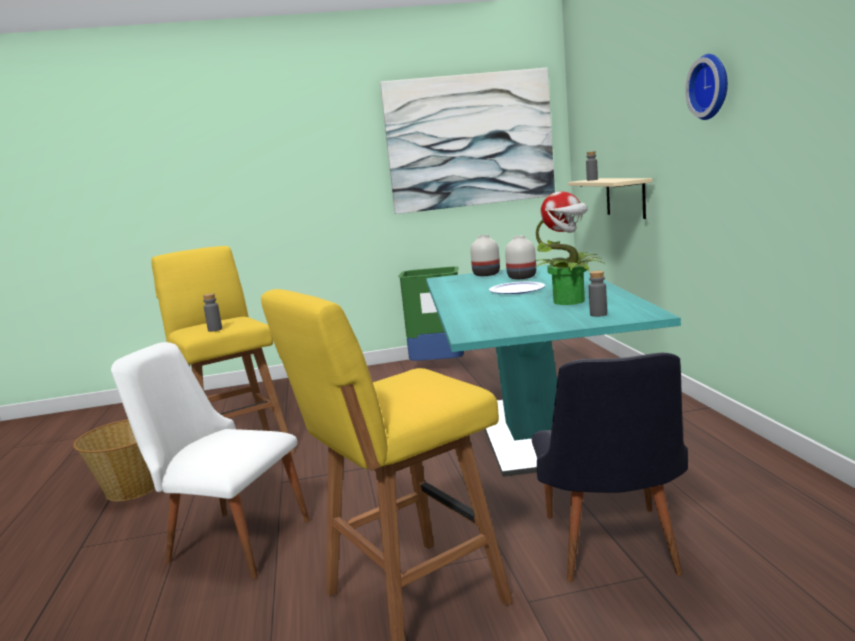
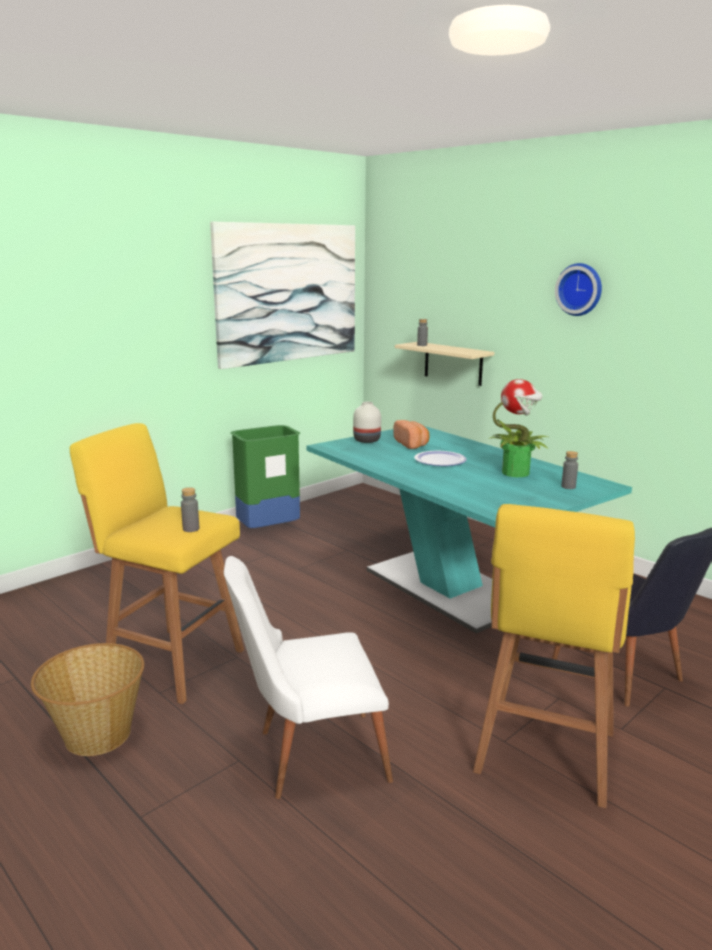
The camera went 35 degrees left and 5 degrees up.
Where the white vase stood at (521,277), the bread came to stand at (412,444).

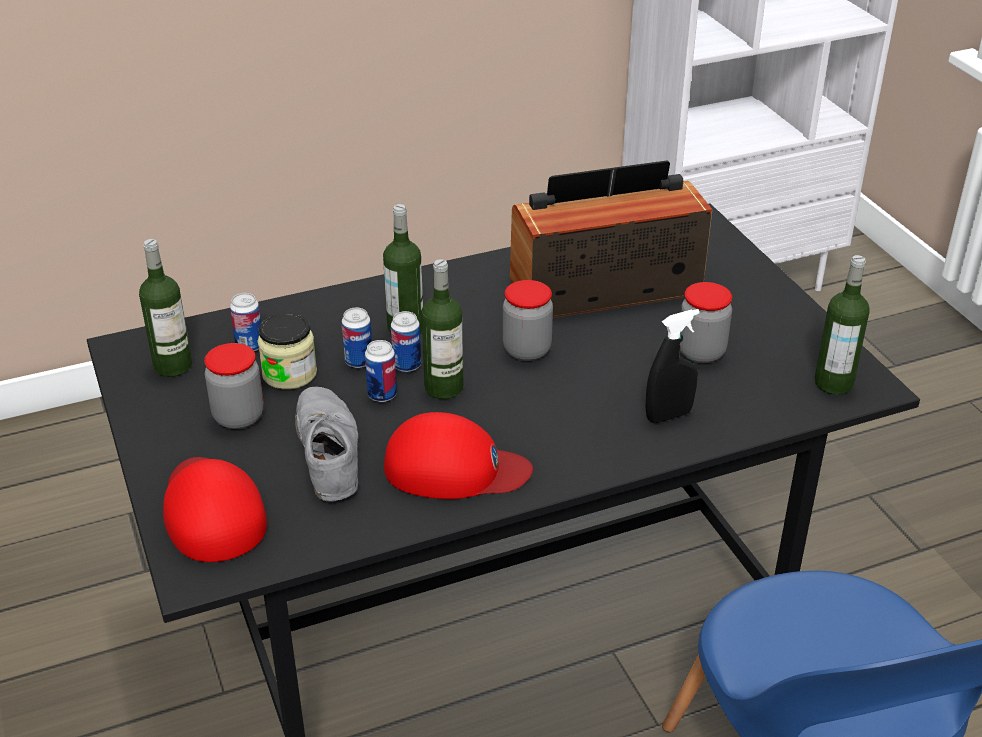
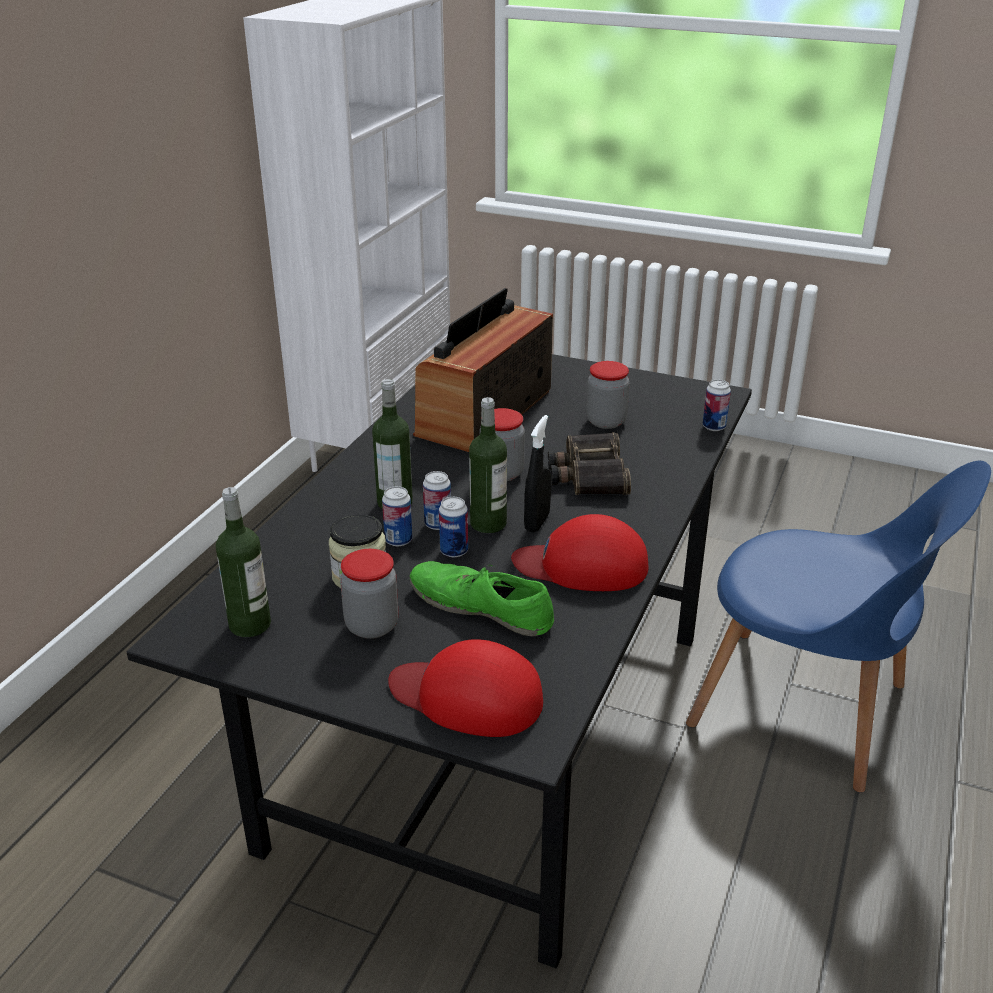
The camera went 45 degrees left and 5 degrees down.
The second view lost the drink bottle at (833,383).
The second view gained the pair of binoculars at (588,474).
The can ended up elsewhere, having gone from (249,346) to (714,427).
The black-coloured sprayer ended up elsewhere, having gone from (668,415) to (537,522).
What was the greyish low shoe at (328,452) turned into the green low shoe at (481,607).
The reddish cap at (454,469) ended up facing another way, 135 degrees counterclockwise from before.

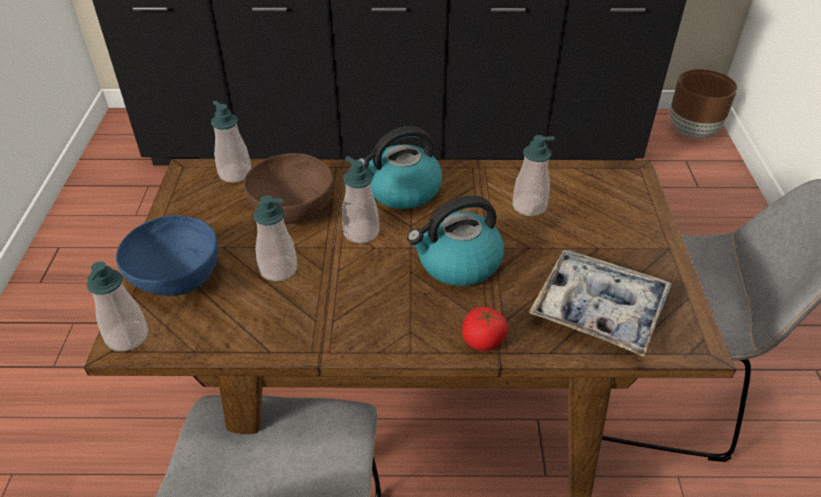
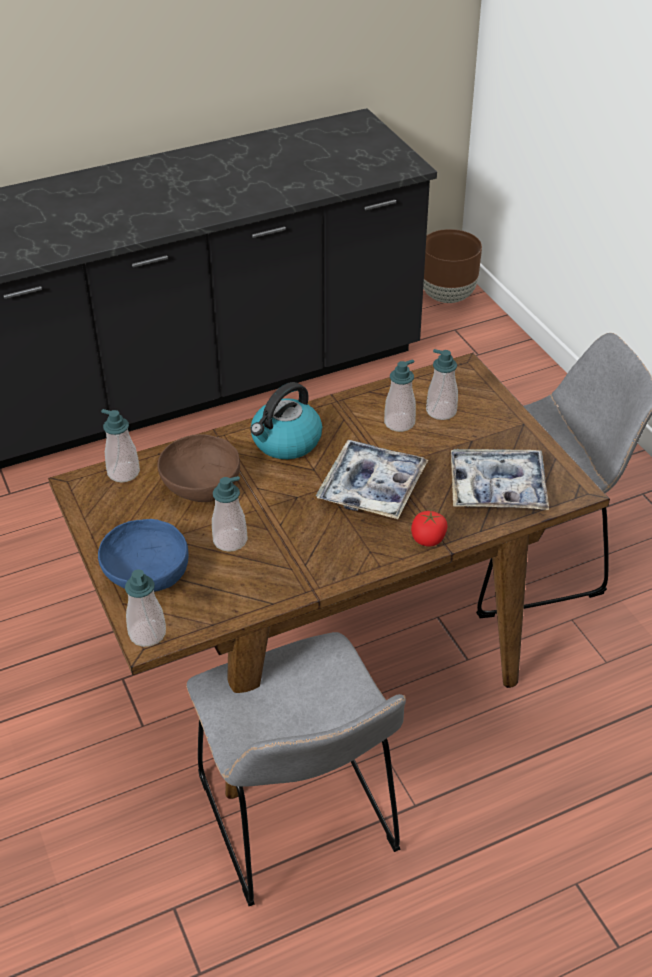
The camera went 25 degrees left and 0 degrees up.
The liquid soap bottle ended up elsewhere, having gone from (361,232) to (441,411).
Where the kettle stood at (457,263), the carrying tray came to stand at (372,487).

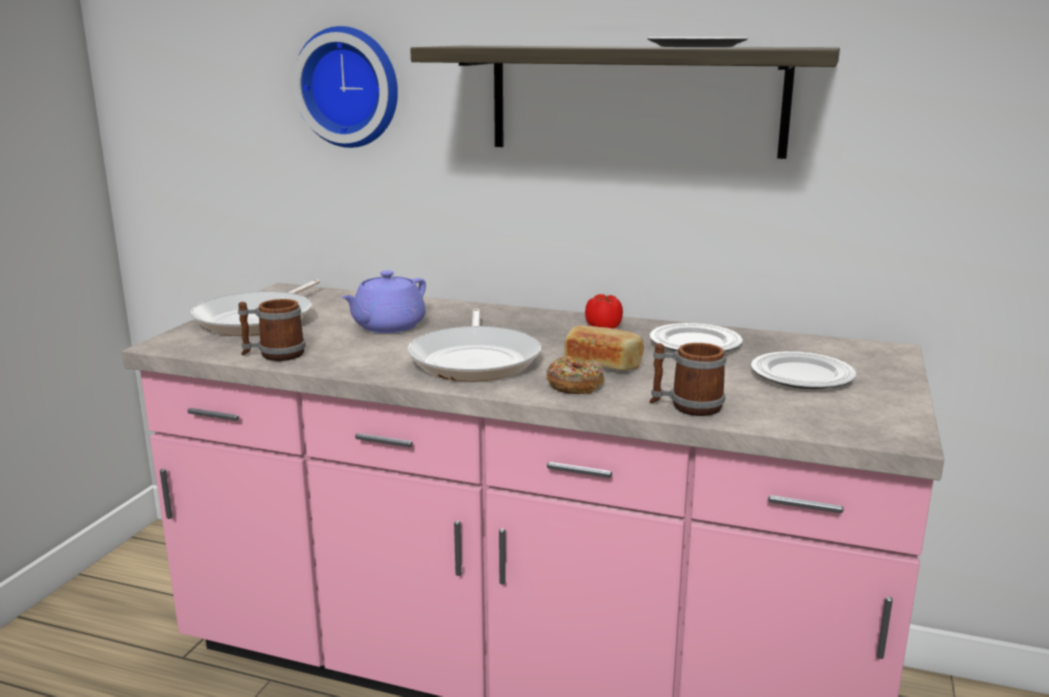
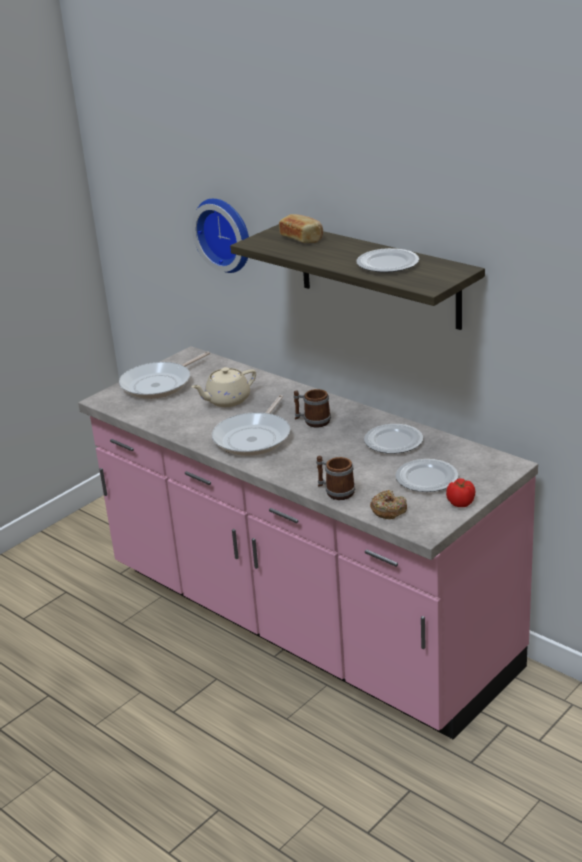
The camera went 25 degrees right and 10 degrees up.
The coffee mug ended up elsewhere, having gone from (273,354) to (312,421).
The doughnut ended up elsewhere, having gone from (574,385) to (388,510).
The bread ended up elsewhere, having gone from (603,364) to (302,238).
The tomato ended up elsewhere, having gone from (604,326) to (461,502).
What was the purple tea pot at (387,327) turned into the beige tea pot at (227,400).

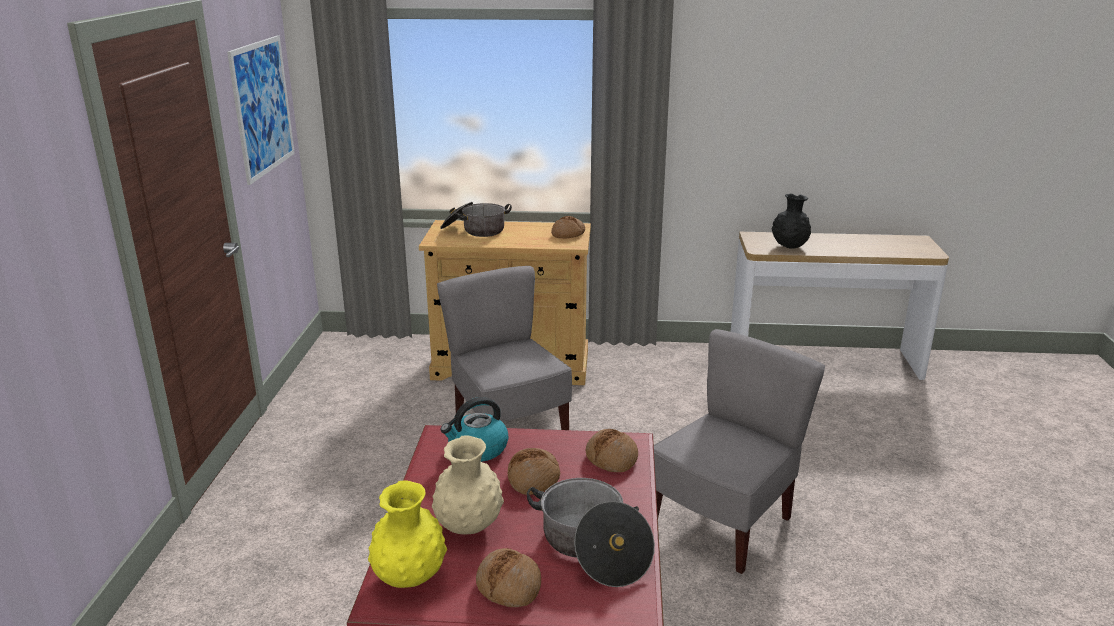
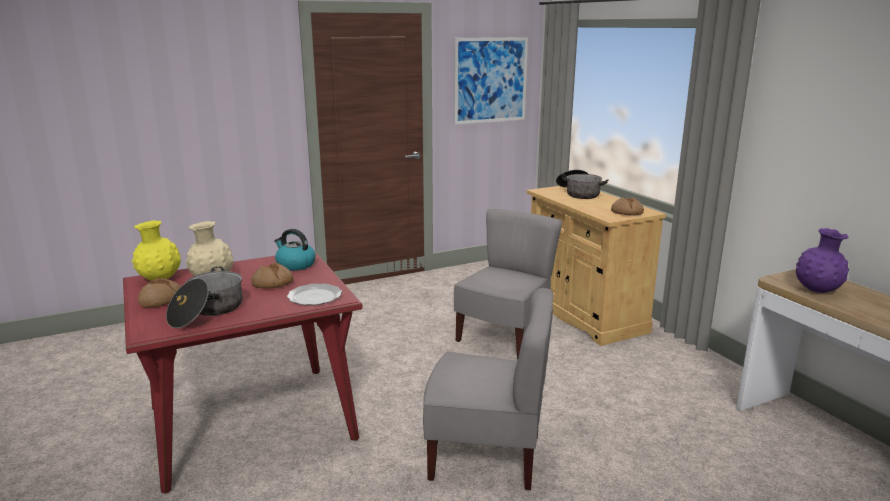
The camera went 60 degrees right and 5 degrees down.
Where the bread stood at (612,458), the flat dish came to stand at (315,297).
What was the black-coloured vase at (789,247) turned into the purple vase at (817,290).

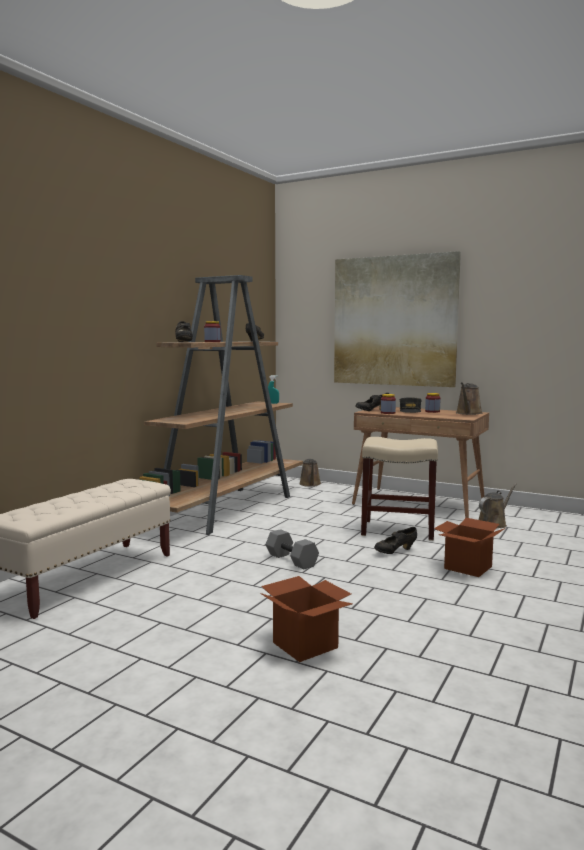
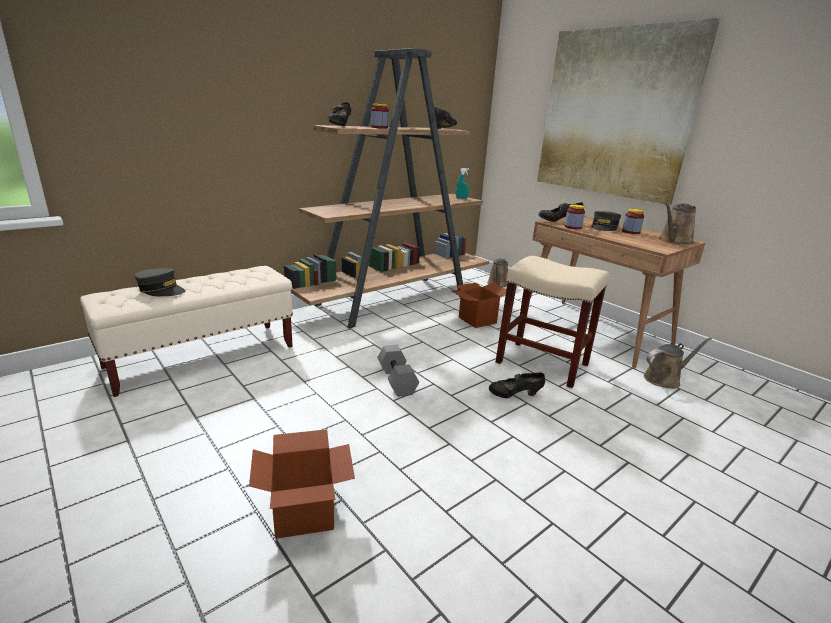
The camera went 20 degrees right and 15 degrees up.
The second view gained the greyish cap at (161,290).
The packing box ended up elsewhere, having gone from (468,567) to (477,320).

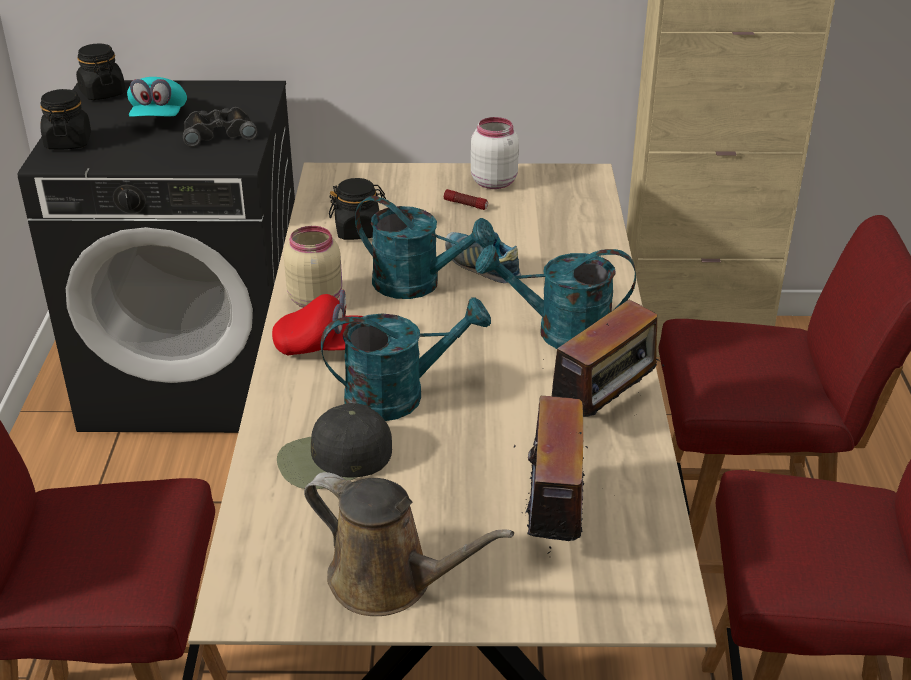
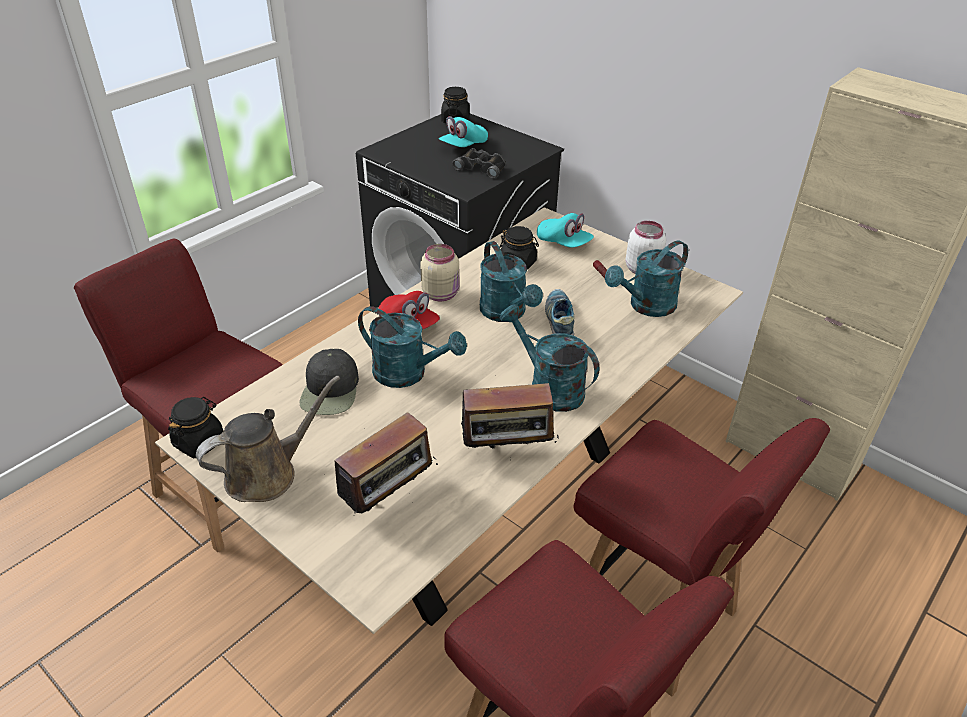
The camera went 40 degrees right and 5 degrees up.
The second view gained the turquoise-coloured cap at (563,243).
The second view gained the turquoise-coloured sprinkling can at (646,306).
The black-coloured preserve jar ended up elsewhere, having gone from (68,142) to (199,442).
The black-coloured cap at (334,459) ended up facing another way, 105 degrees counterclockwise from before.
The brown-coloured sprinkling can at (389,581) ended up facing another way, 105 degrees counterclockwise from before.

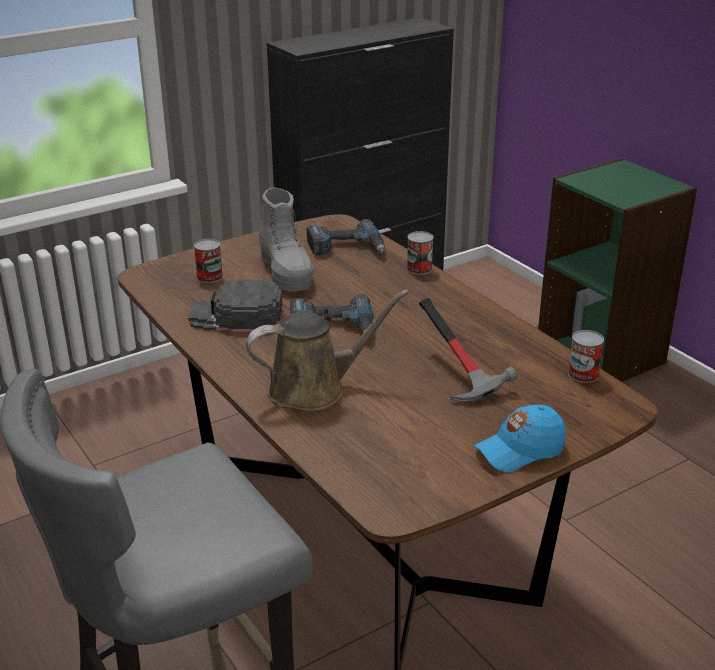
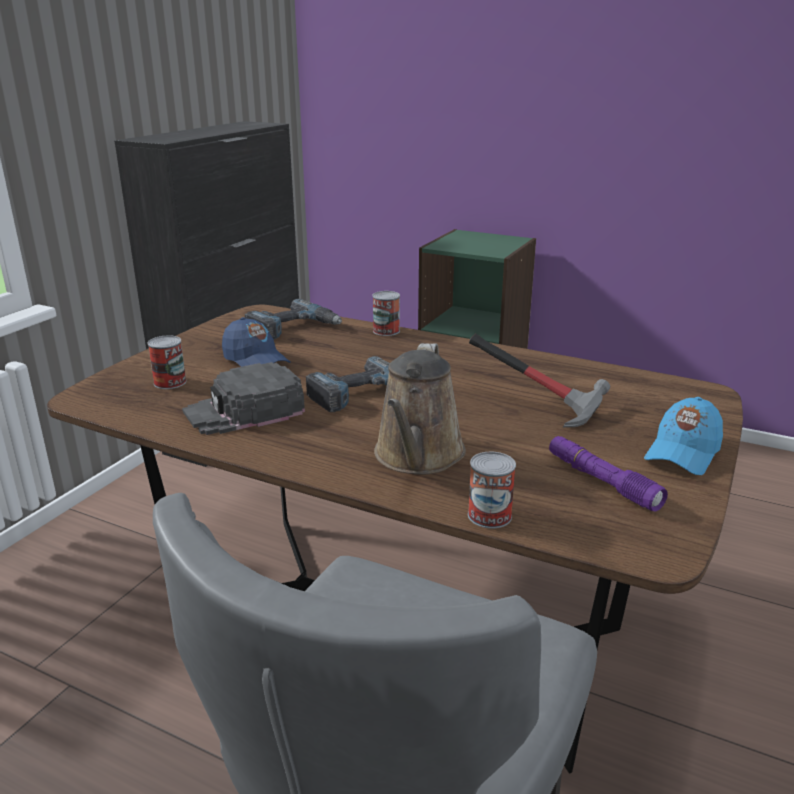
The camera went 30 degrees left and 5 degrees down.
The second view gained the purple hand torch at (602,481).
The can ended up elsewhere, having gone from (583,374) to (489,515).
Where the greyish tall boot stood at (286,273), the blue-coloured cap came to stand at (255,361).
The brown-coloured sprinkling can at (314,389) ended up facing another way, 150 degrees clockwise from before.

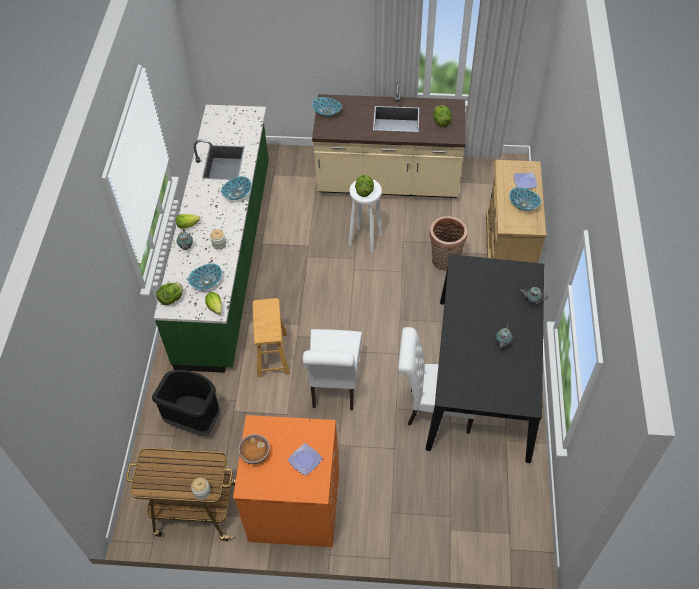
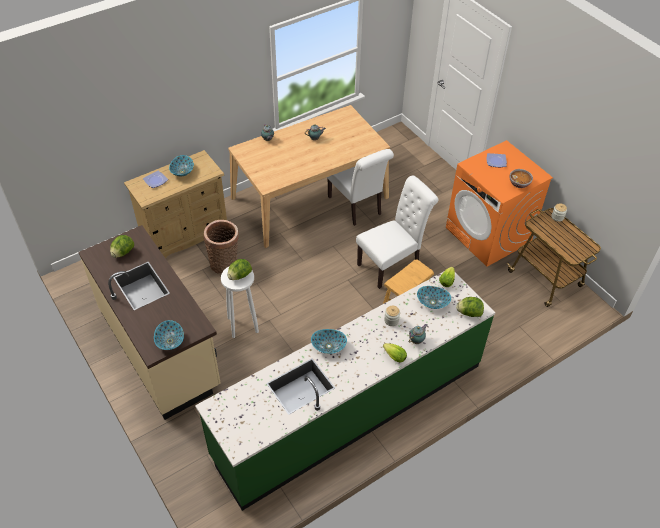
The camera went 130 degrees left and 5 degrees down.
The second view lost the black-coloured rubbish bin at (194,420).
What was the black-coloured dining table at (482,376) turned into the beige dining table at (309,197).

